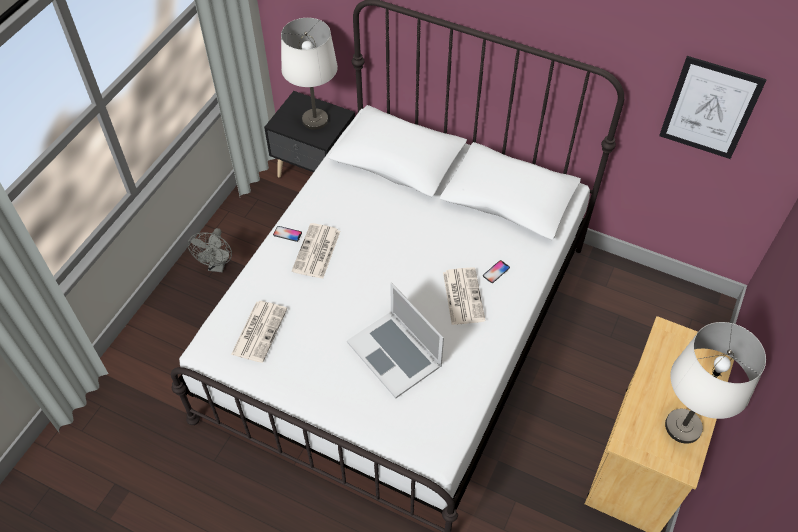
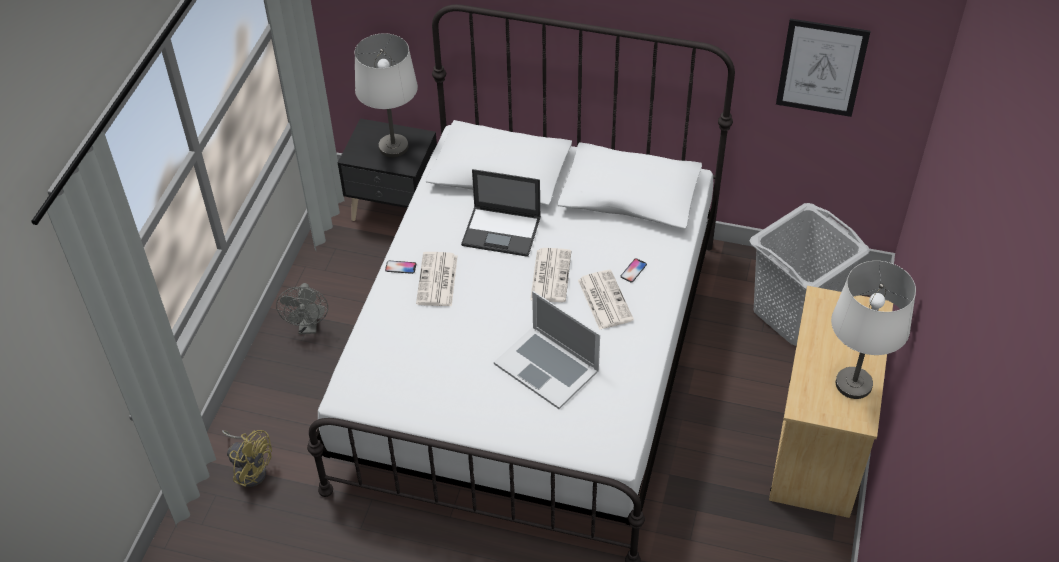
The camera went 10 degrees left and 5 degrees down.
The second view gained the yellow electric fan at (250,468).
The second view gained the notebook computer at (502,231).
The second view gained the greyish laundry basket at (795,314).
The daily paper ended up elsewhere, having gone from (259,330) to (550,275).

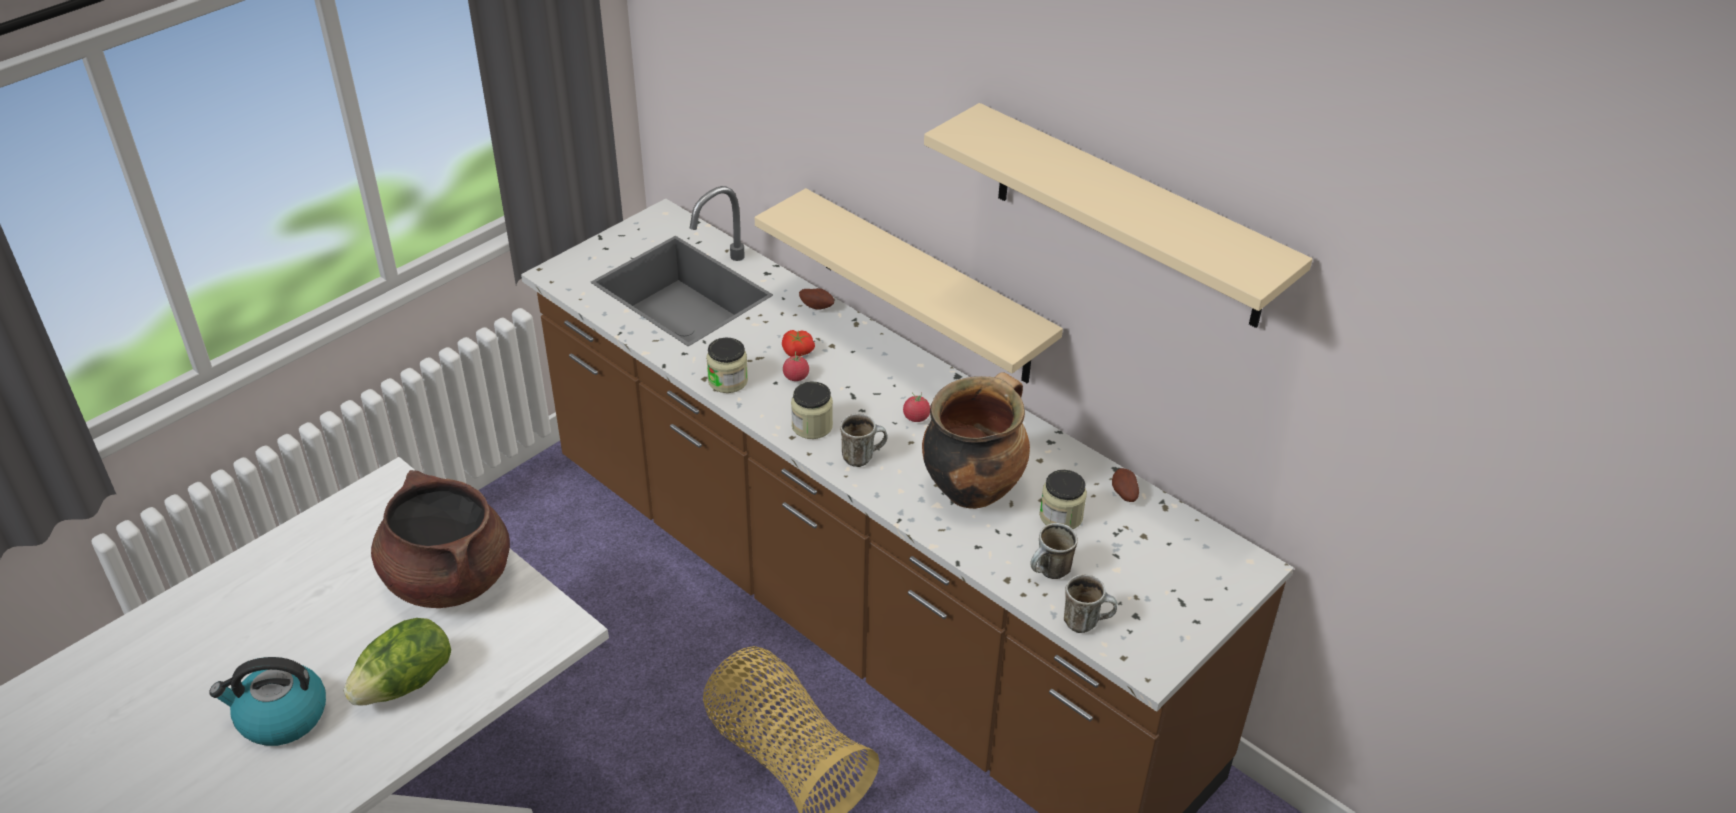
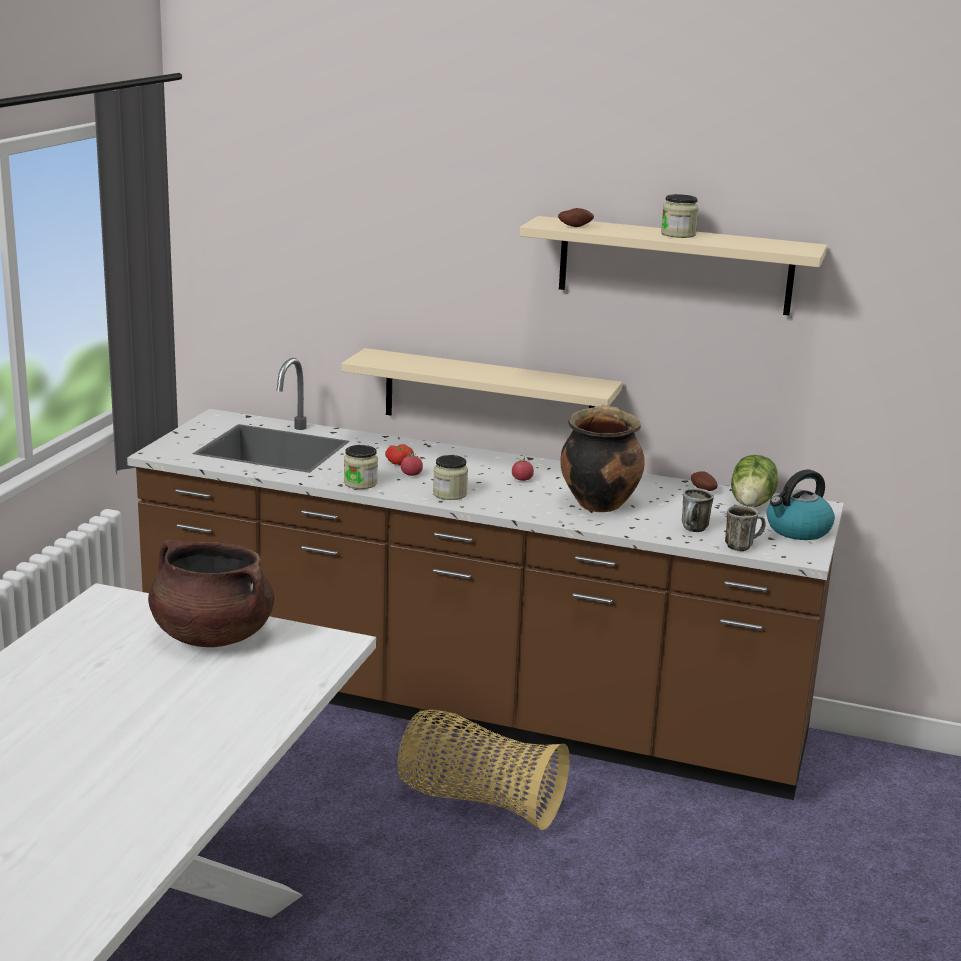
The camera went 25 degrees left and 20 degrees down.
The second view lost the coffee mug at (862,456).
The kettle ended up elsewhere, having gone from (281,717) to (797,530).
The lettuce ended up elsewhere, having gone from (406,683) to (752,503).
The whole potato ended up elsewhere, having gone from (817,306) to (575,226).
The preserve jar ended up elsewhere, having gone from (1061,516) to (678,234).

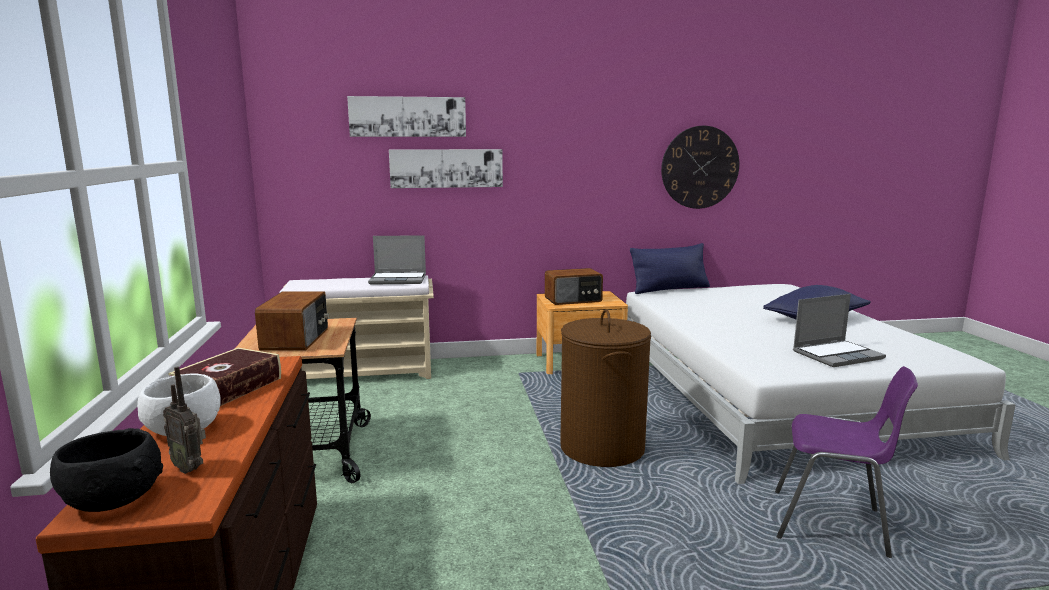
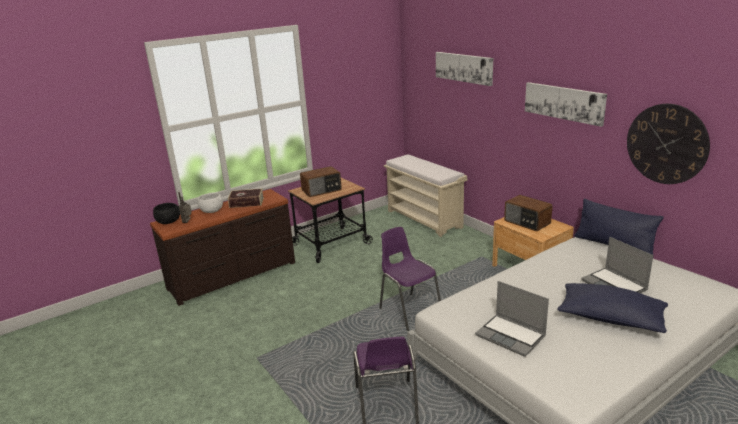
The camera went 65 degrees right and 10 degrees up.
The notebook computer ended up elsewhere, having gone from (399,279) to (615,285).
The wall art ended up elsewhere, having gone from (446,168) to (564,102).
Where the brown-coloured laundry basket stood at (601,447), the purple chair came to stand at (409,311).

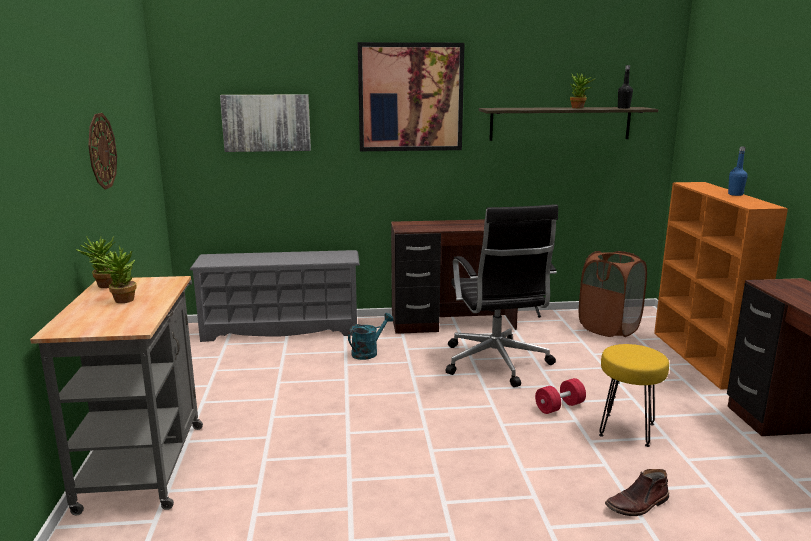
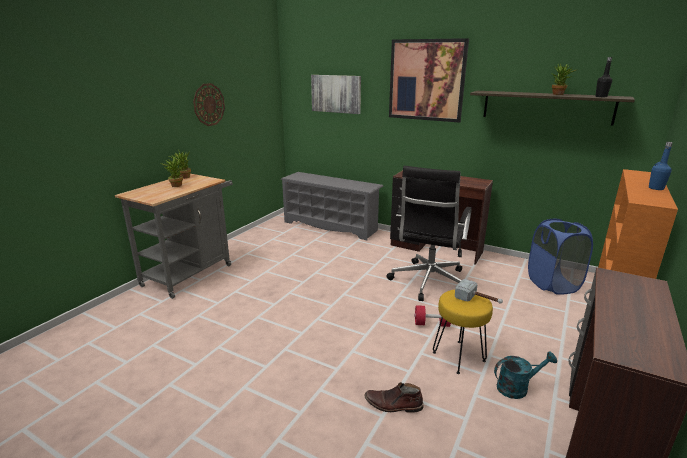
The camera went 35 degrees right and 5 degrees up.
The second view gained the hand hammer at (478,300).
The turquoise-coloured sprinkling can ended up elsewhere, having gone from (368,352) to (517,387).
What was the brown-coloured laundry basket at (609,328) turned into the blue-coloured laundry basket at (553,284).

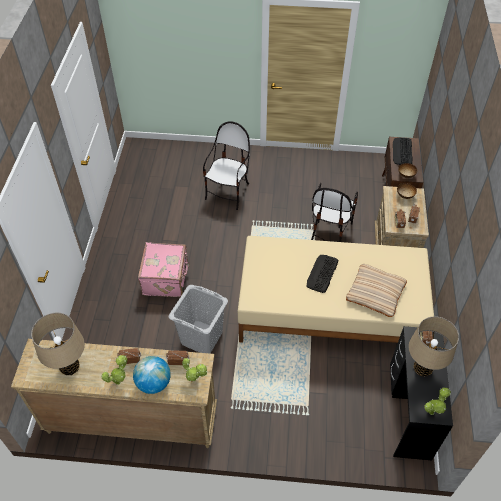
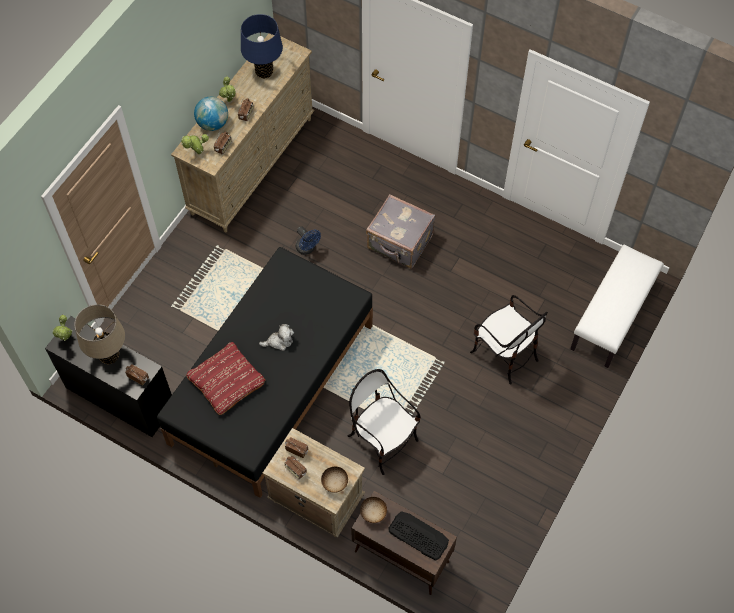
The camera went 115 degrees right and 10 degrees up.
The second view gained the white bench at (612,317).
Where the greyish laundry basket stood at (201,337), the blue-coloured electric fan came to stand at (307,249).
Where the keyboard stood at (322,273), the soft toy came to stand at (279,341).
What was the beige lamp for a table at (70,367) turned into the blue-coloured lamp for a table at (264,72).
What was the pink suitcase at (166,279) turned into the greyish suitcase at (399,243).
What was the beige sleeping bed at (331,311) turned into the black-coloured sleeping bed at (270,383).
What was the beige pillow at (375,292) turned into the reddish pillow at (226,380).

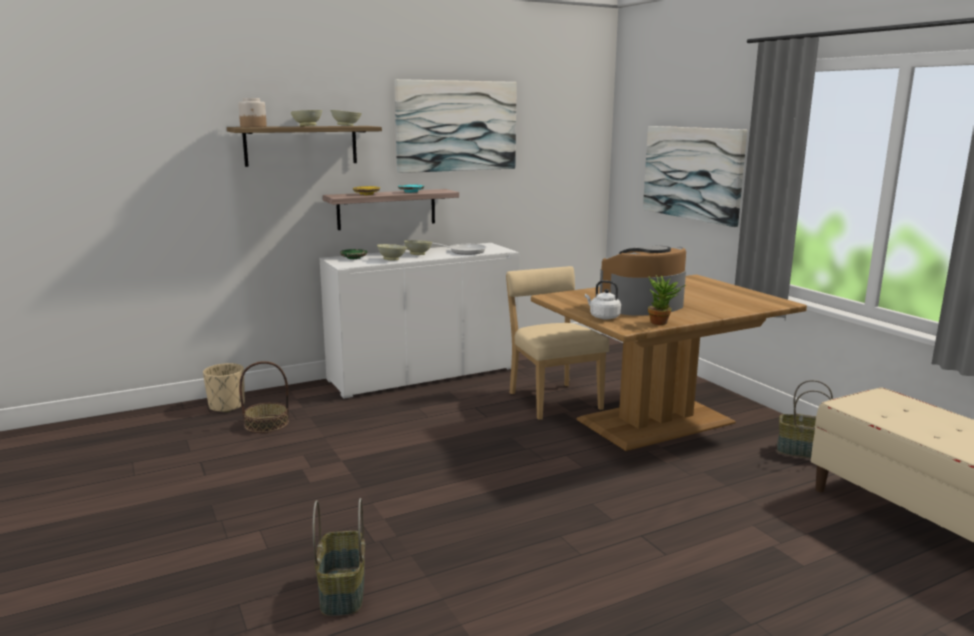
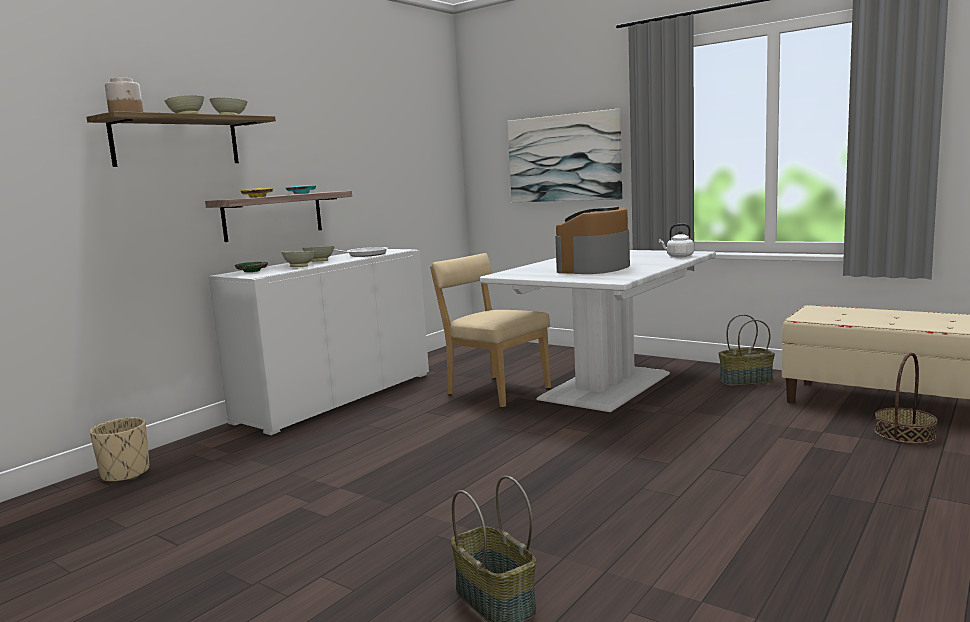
The camera went 25 degrees left and 5 degrees down.
The second view lost the wall art at (456,126).
The second view lost the houseplant at (662,323).
The household basket ended up elsewhere, having gone from (266,424) to (904,434).
The white kettle ended up elsewhere, having gone from (603,317) to (678,256).
What was the brown-coloured dining table at (657,422) turned into the white dining table at (607,386).

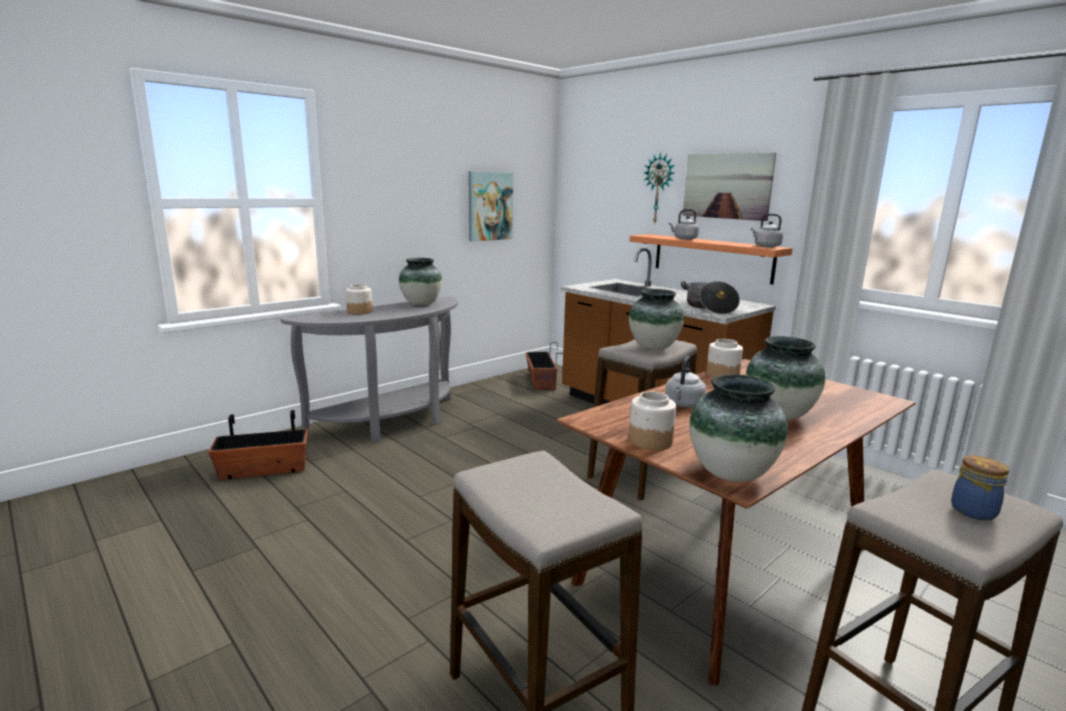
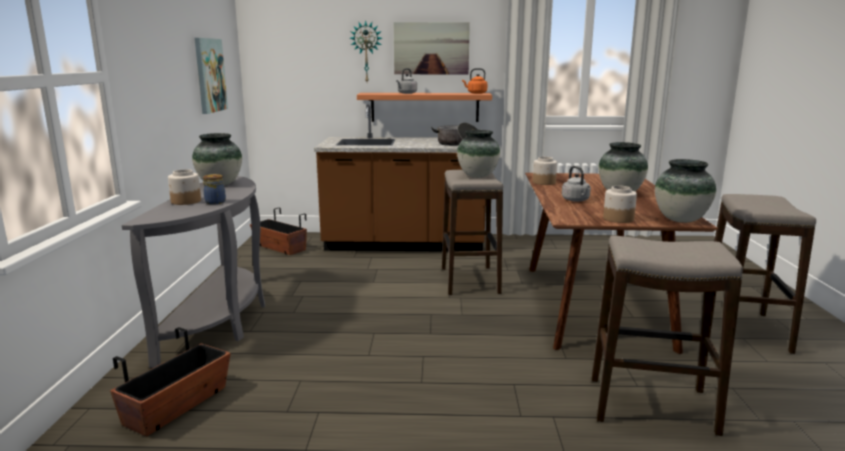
The camera went 45 degrees left and 0 degrees up.
The preserve jar ended up elsewhere, having gone from (973,510) to (215,202).
What was the greyish kettle at (765,246) turned into the orange-coloured kettle at (476,93).

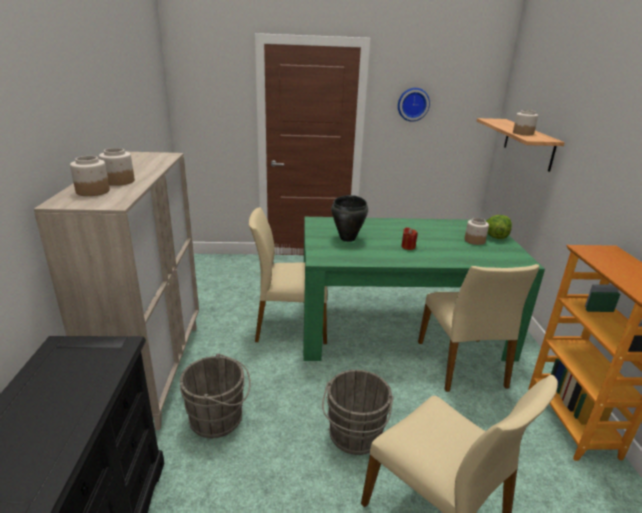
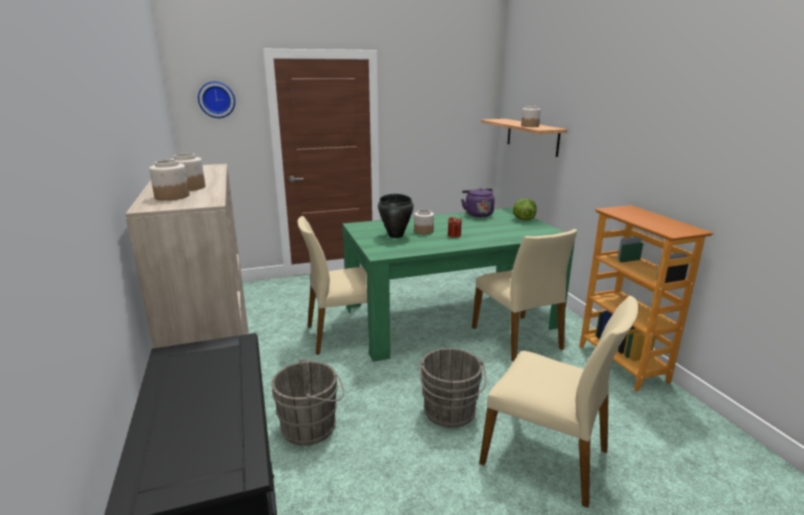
The camera went 15 degrees left and 5 degrees down.
The second view gained the purple kettle at (477,214).
The clock on the wall ended up elsewhere, having gone from (413,104) to (216,99).
The preserve jar ended up elsewhere, having gone from (474,240) to (423,231).

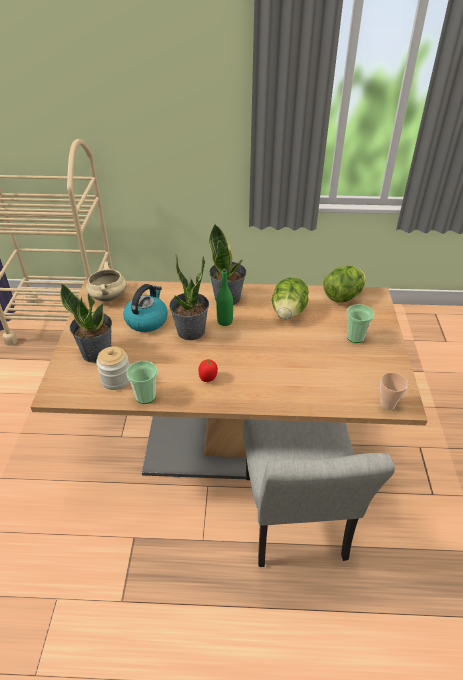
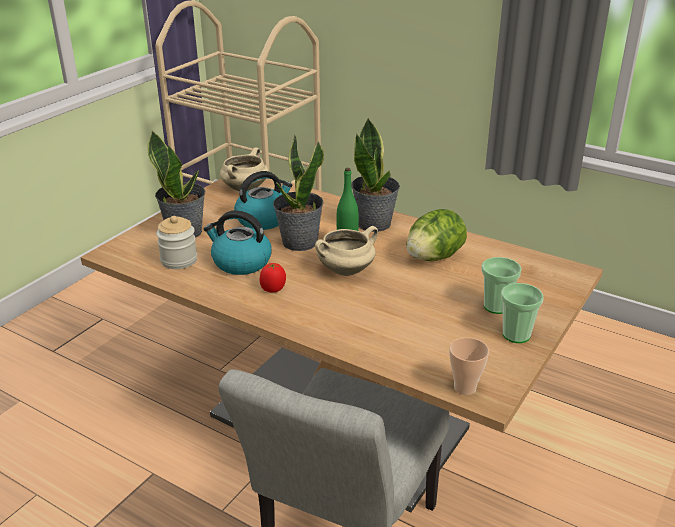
The camera went 30 degrees right and 10 degrees down.
The second view lost the lettuce at (342,296).
The second view gained the kettle at (240,262).
The second view gained the beige stockpot at (346,270).
The cup ended up elsewhere, having gone from (145,396) to (516,335).

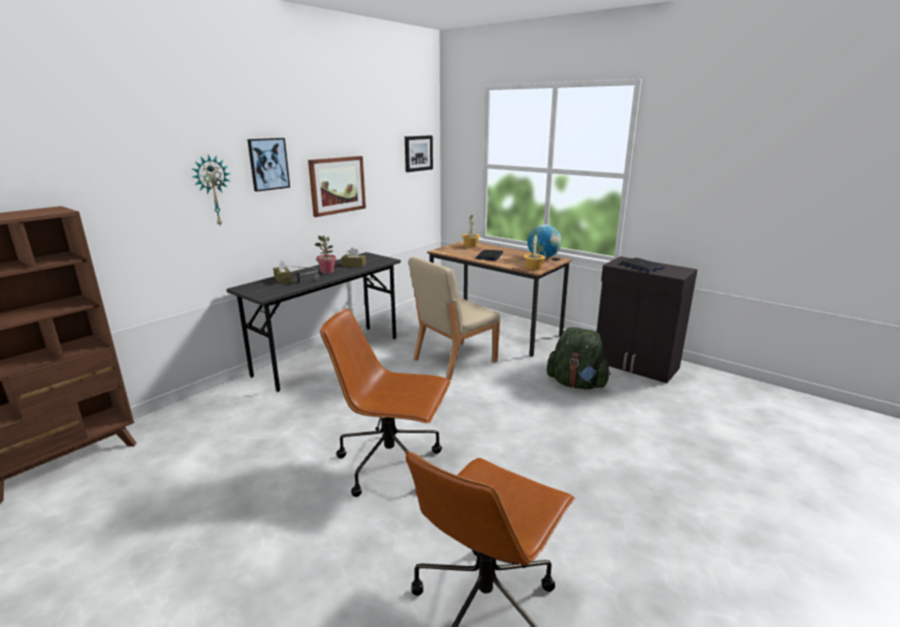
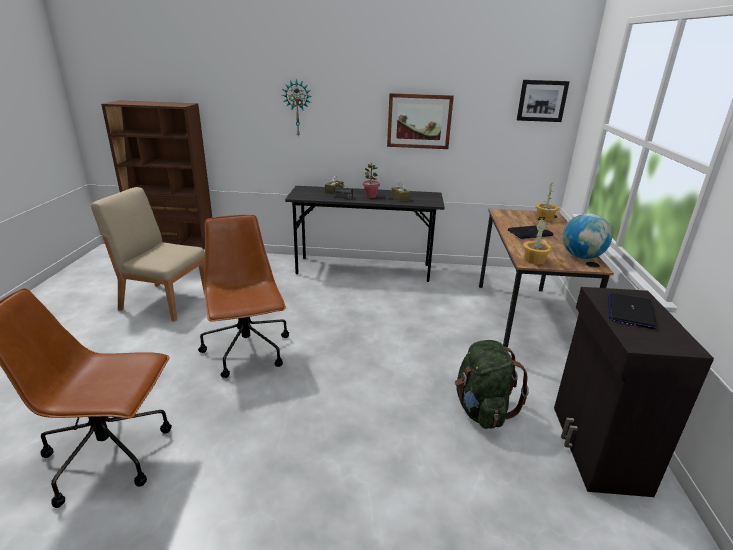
The camera went 55 degrees right and 5 degrees up.
The second view lost the wall art at (268,164).
The beige chair ended up elsewhere, having gone from (454,360) to (164,301).

